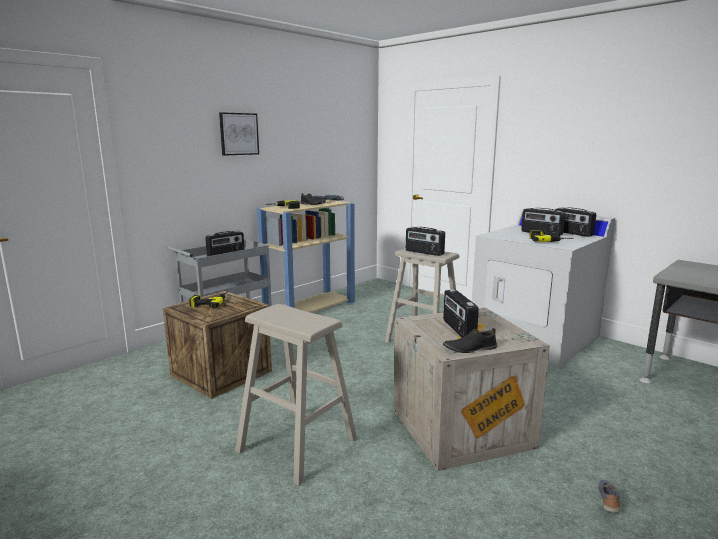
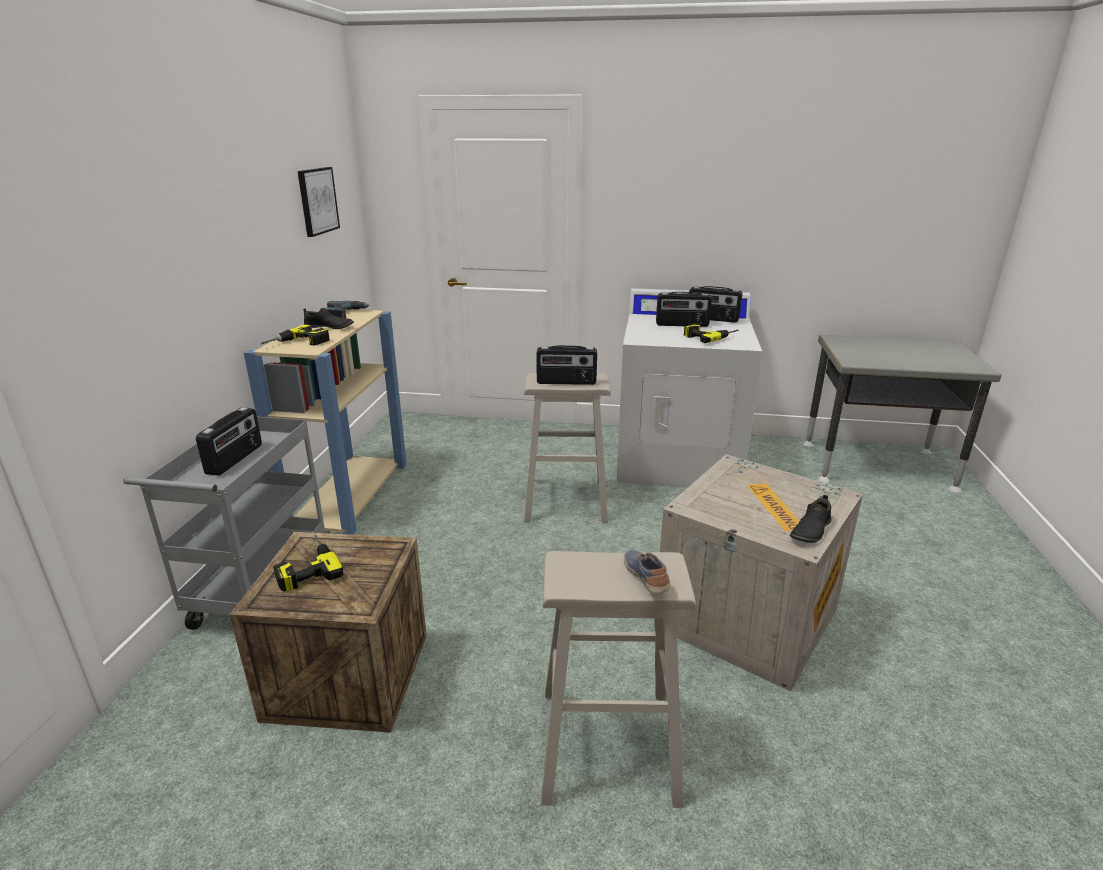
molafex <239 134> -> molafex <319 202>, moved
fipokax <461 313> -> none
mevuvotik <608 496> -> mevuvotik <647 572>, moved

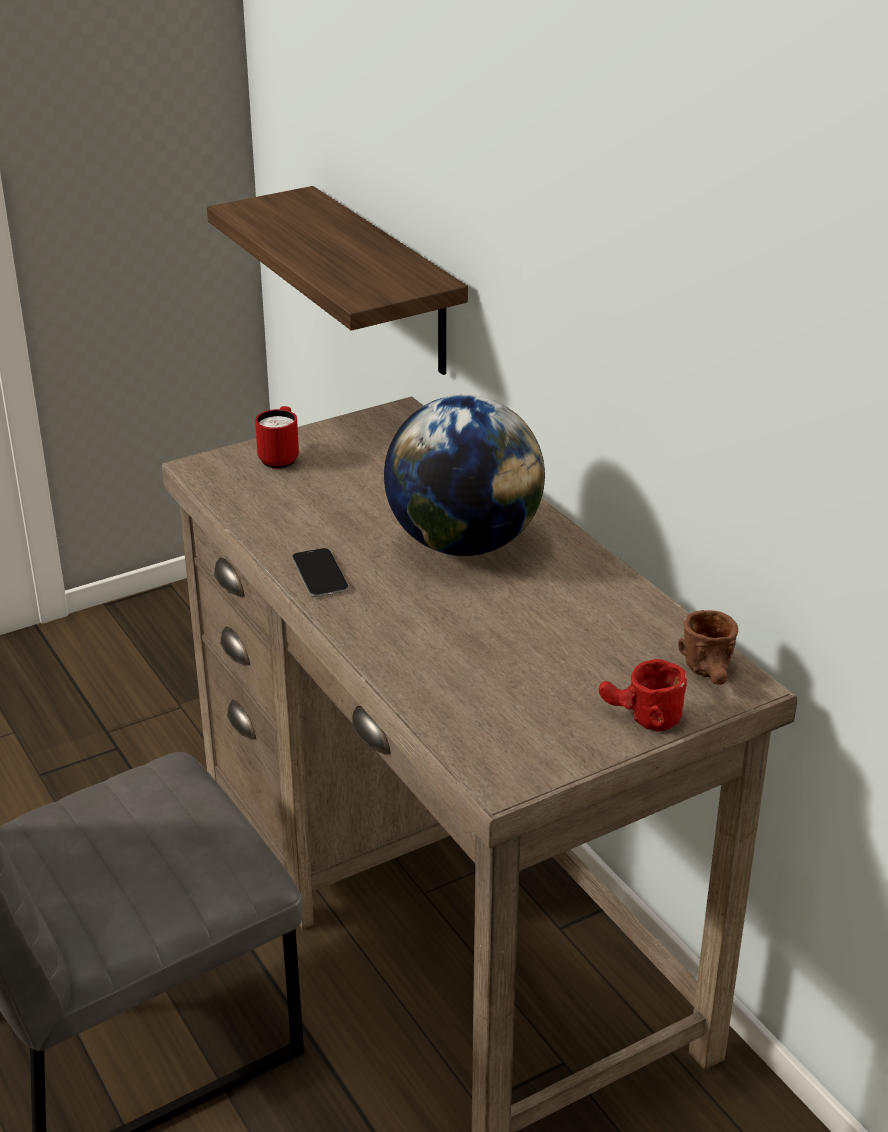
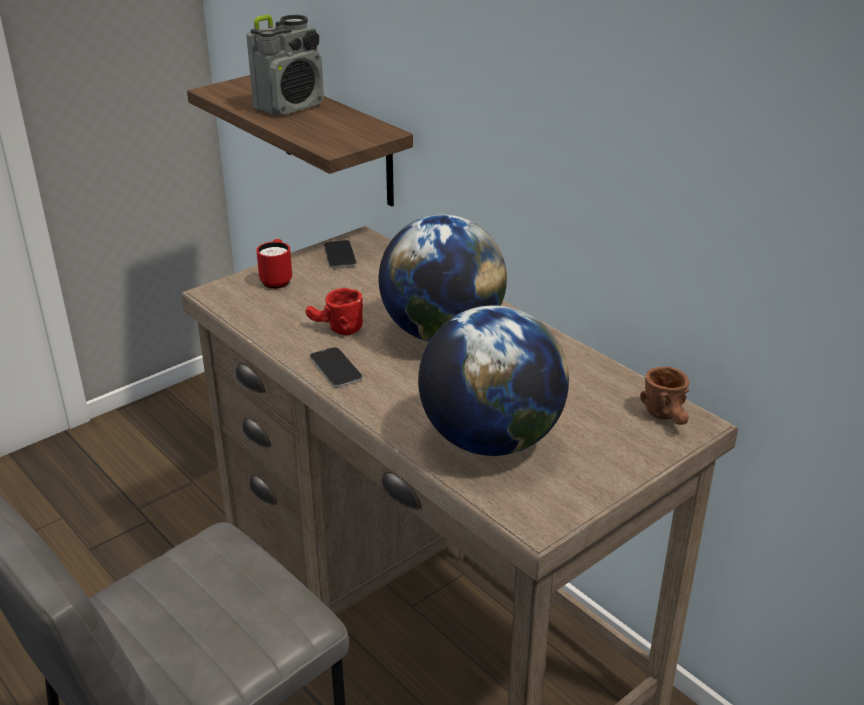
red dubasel <643 695> -> red dubasel <334 311>, moved
none -> fipokax <285 65>
none -> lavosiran <340 254>
none -> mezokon <493 380>

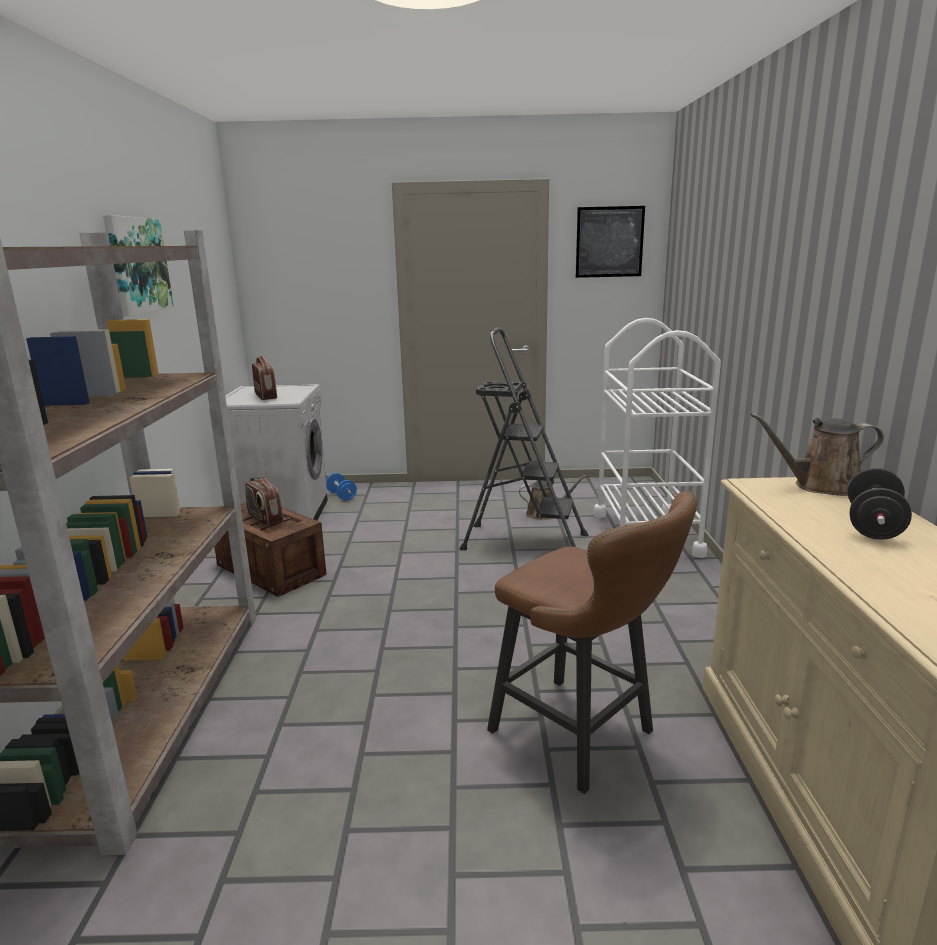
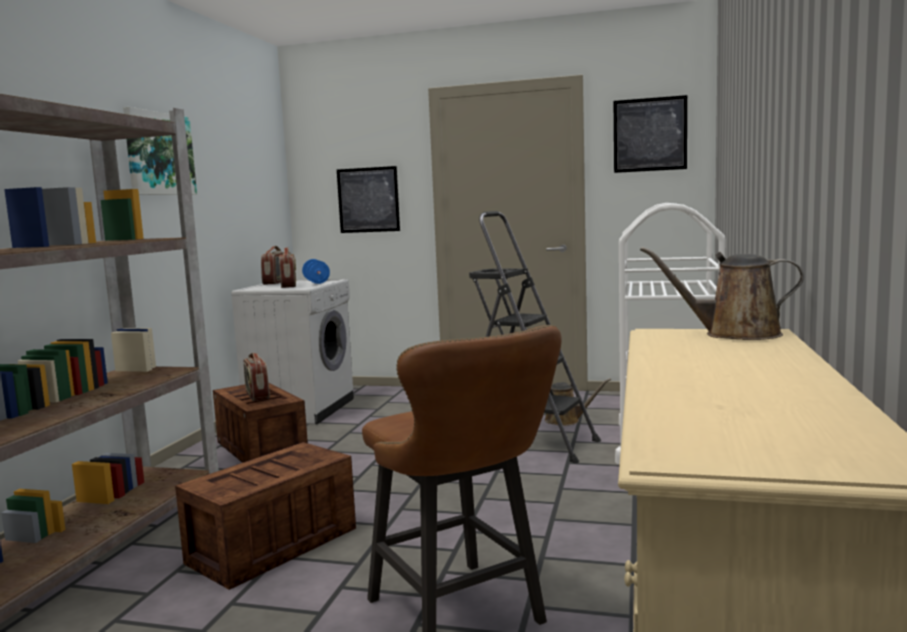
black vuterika <880 504> -> none
blue vuterika <341 487> -> blue vuterika <316 271>, moved
none -> molafex <368 199>
none -> fipokax <272 265>
none -> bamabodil <265 516>

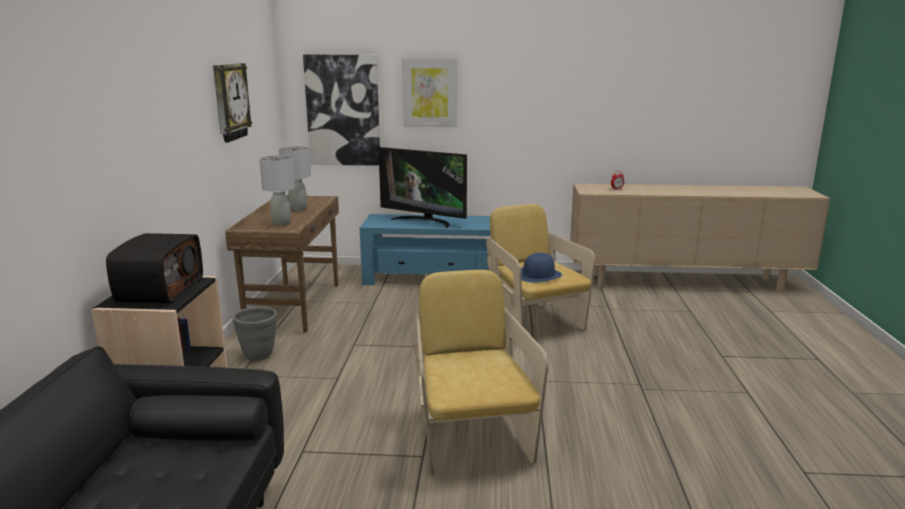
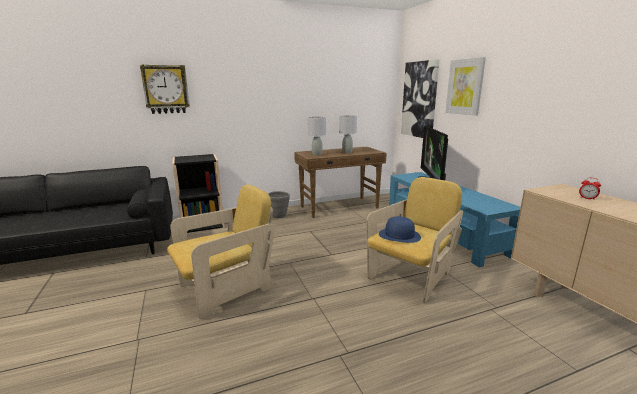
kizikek <232 103> -> kizikek <165 89>, moved
fipokax <154 268> -> none

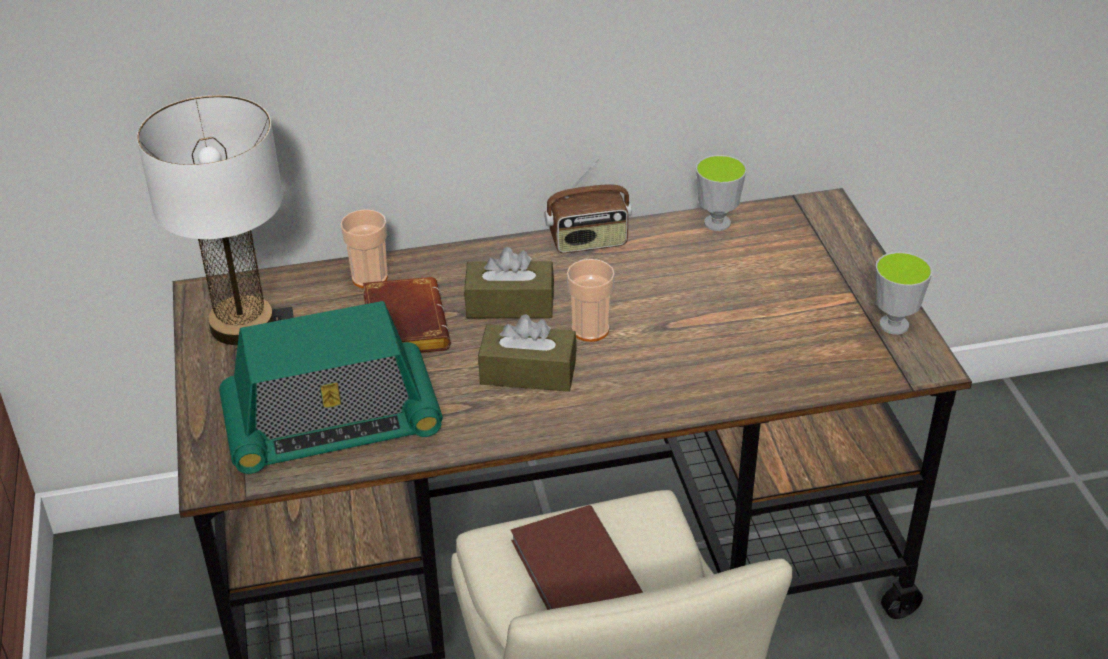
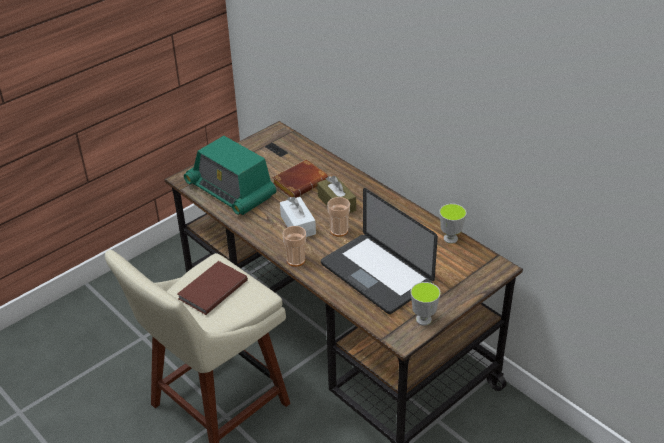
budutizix <210 220> -> none
fipokax <588 206> -> none
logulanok <364 248> -> logulanok <294 246>, moved
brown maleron <527 353> -> white maleron <298 217>
none -> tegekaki <379 251>

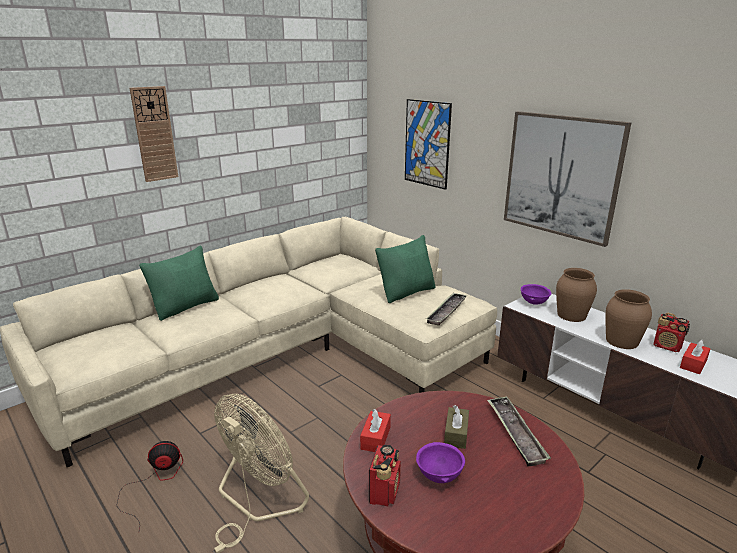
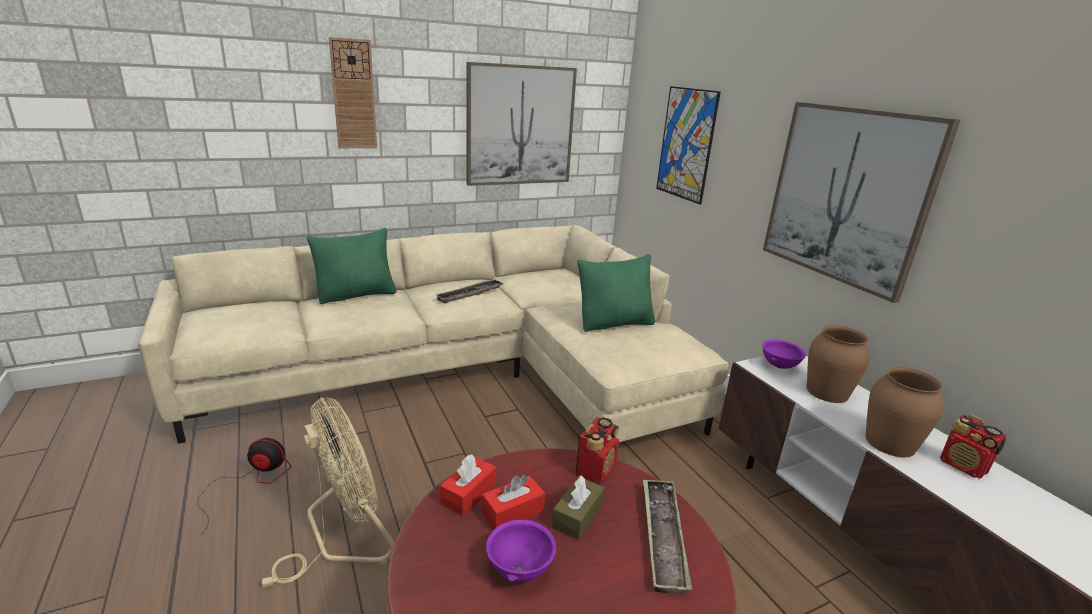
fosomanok <446 309> -> fosomanok <469 291>, moved
red maleron <695 357> -> red maleron <513 502>, moved
fipokax <385 475> -> fipokax <597 450>, moved
none -> molafex <521 124>

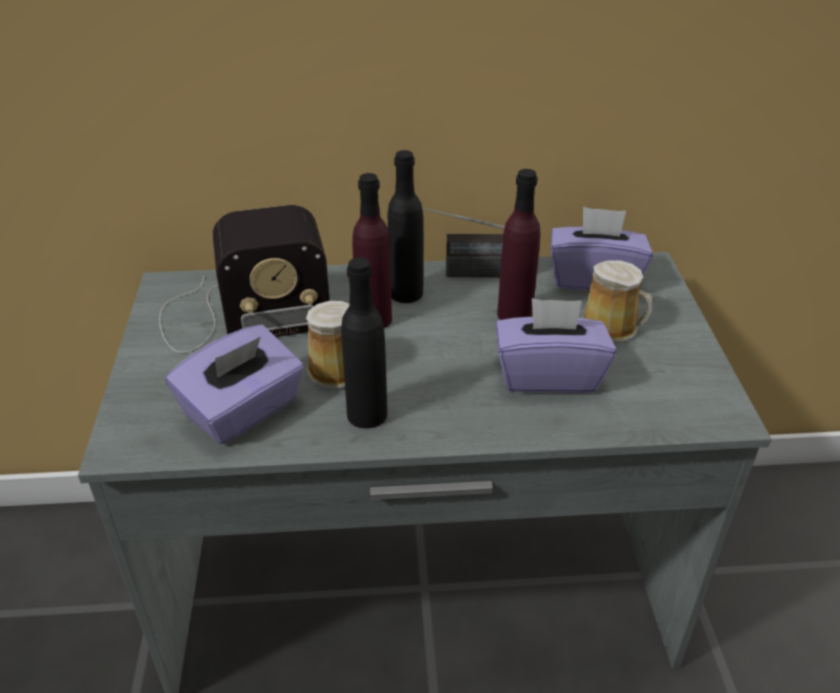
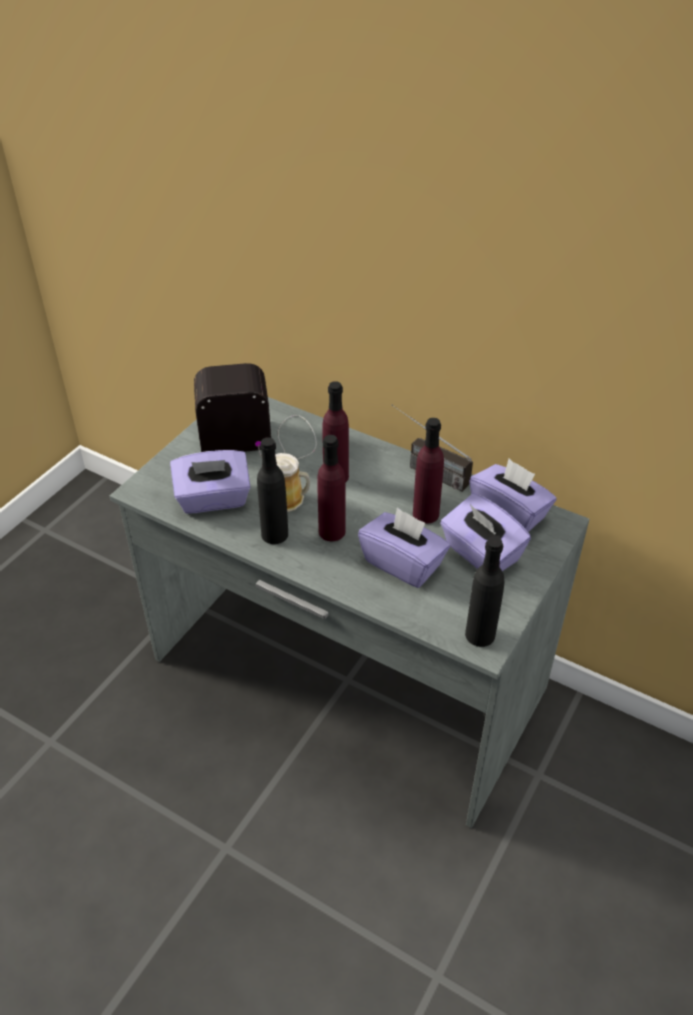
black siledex <405 226> -> black siledex <485 592>, moved
fipokax <244 279> -> fipokax <255 411>, 150 degrees clockwise
dubasel <617 301> -> purple maleron <485 532>
none -> purple siledex <331 488>

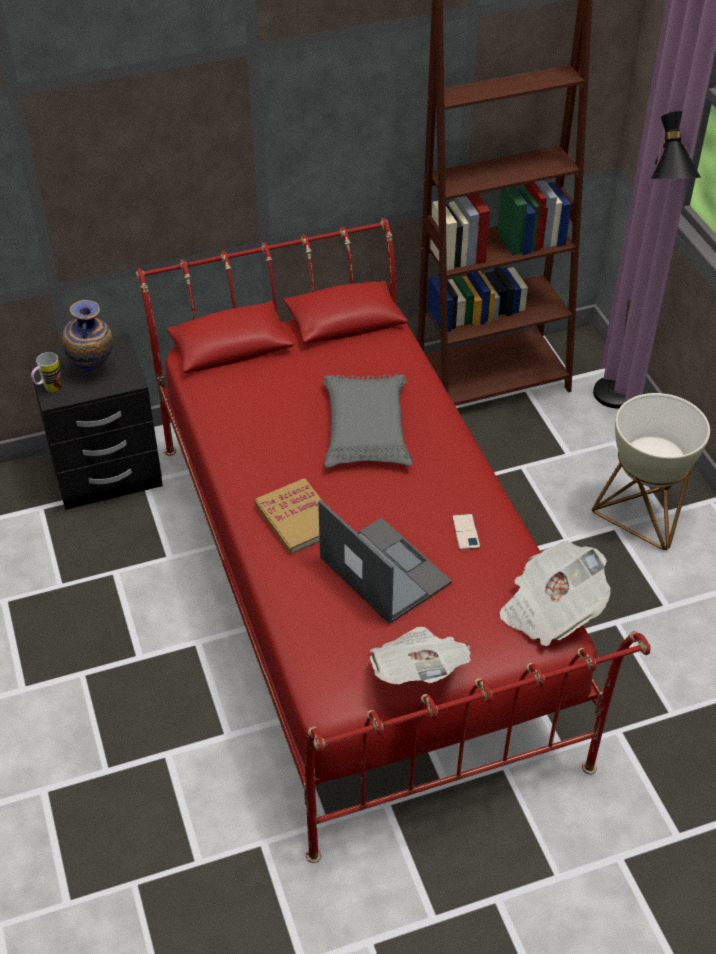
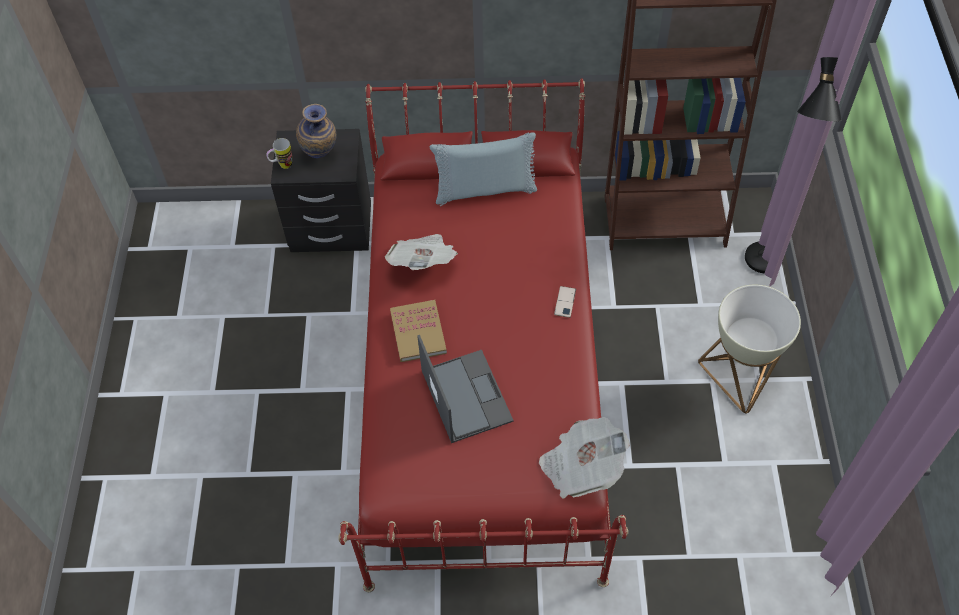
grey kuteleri <368 421> -> none
lavosiran <466 532> -> lavosiran <565 302>, moved
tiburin <420 655> -> tiburin <421 252>, moved
none -> blue kuteleri <483 169>

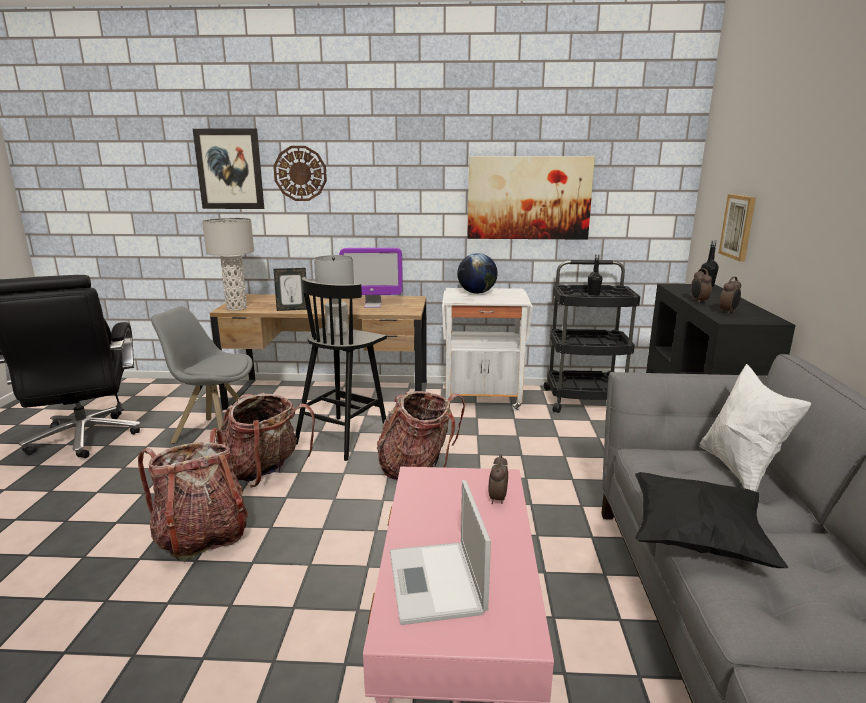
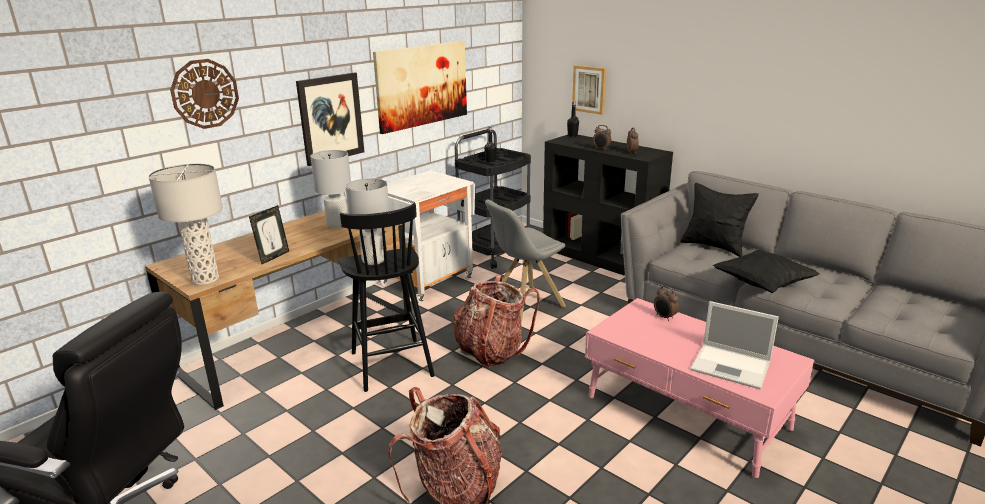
molafex <228 169> -> molafex <330 119>, moved
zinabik <371 278> -> grey budutizix <330 189>
mezokon <477 273> -> none
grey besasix <202 375> -> grey besasix <525 260>, moved
white kuteleri <755 428> -> black kuteleri <719 220>
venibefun <265 440> -> none

